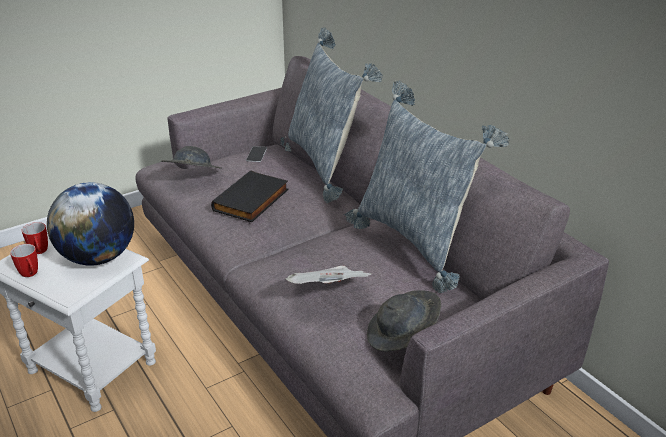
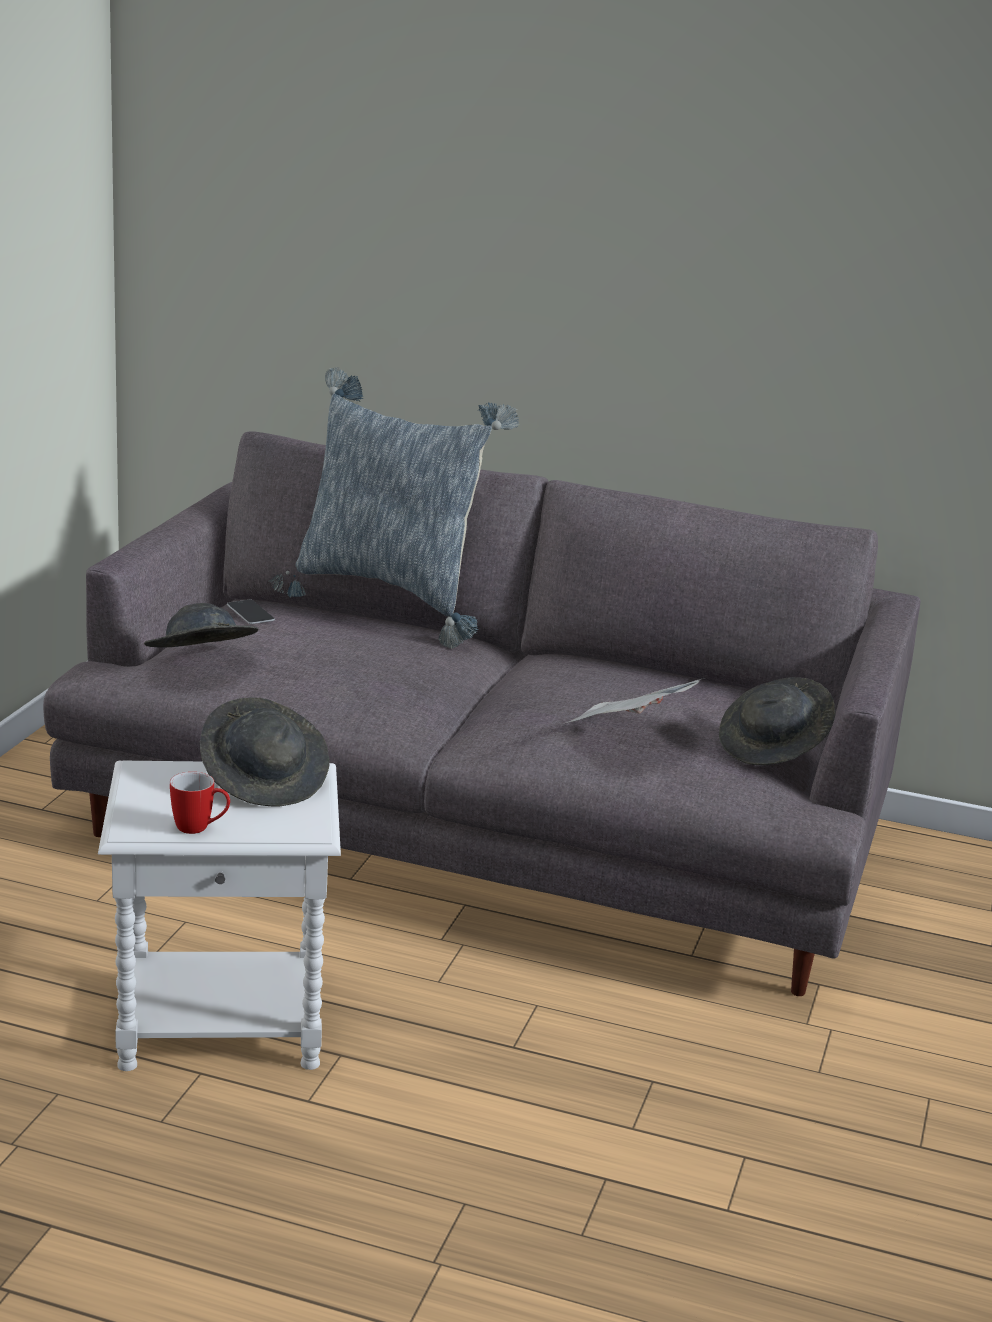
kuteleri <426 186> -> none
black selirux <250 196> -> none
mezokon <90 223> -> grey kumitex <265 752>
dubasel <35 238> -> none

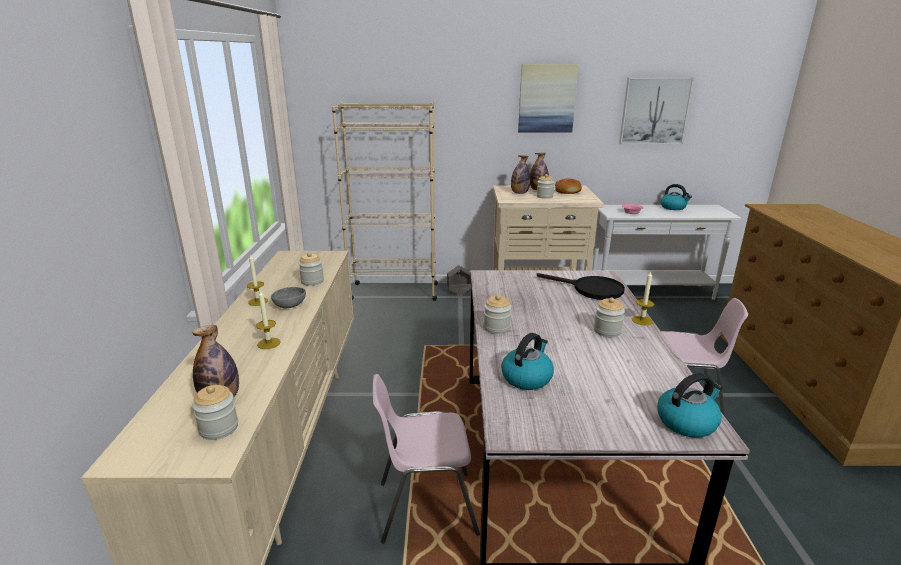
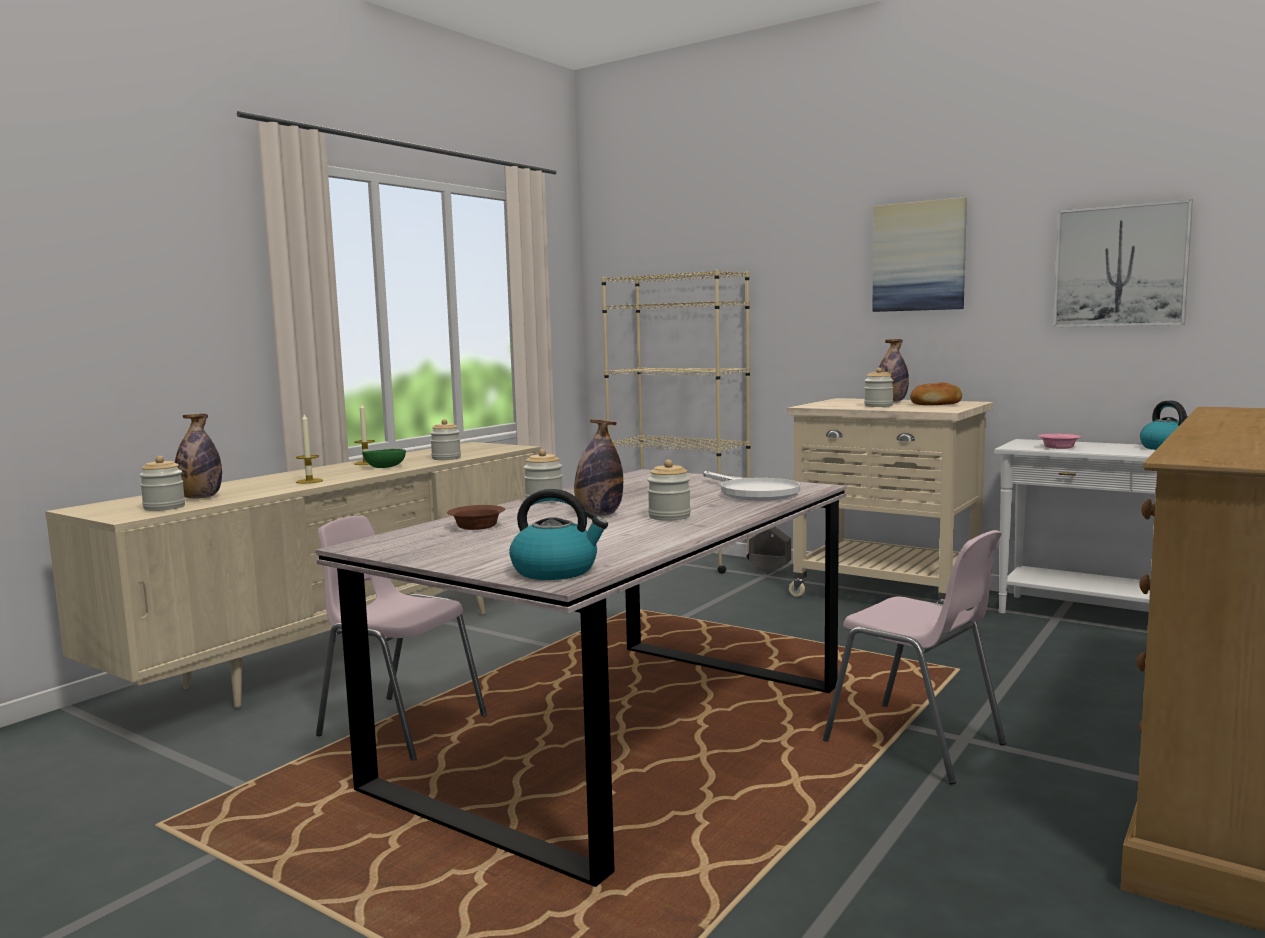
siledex <521 174> -> siledex <598 467>, moved
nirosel <643 297> -> none
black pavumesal <581 286> -> white pavumesal <752 486>
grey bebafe <288 297> -> green bebafe <384 458>
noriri <527 361> -> brown bebafe <476 517>

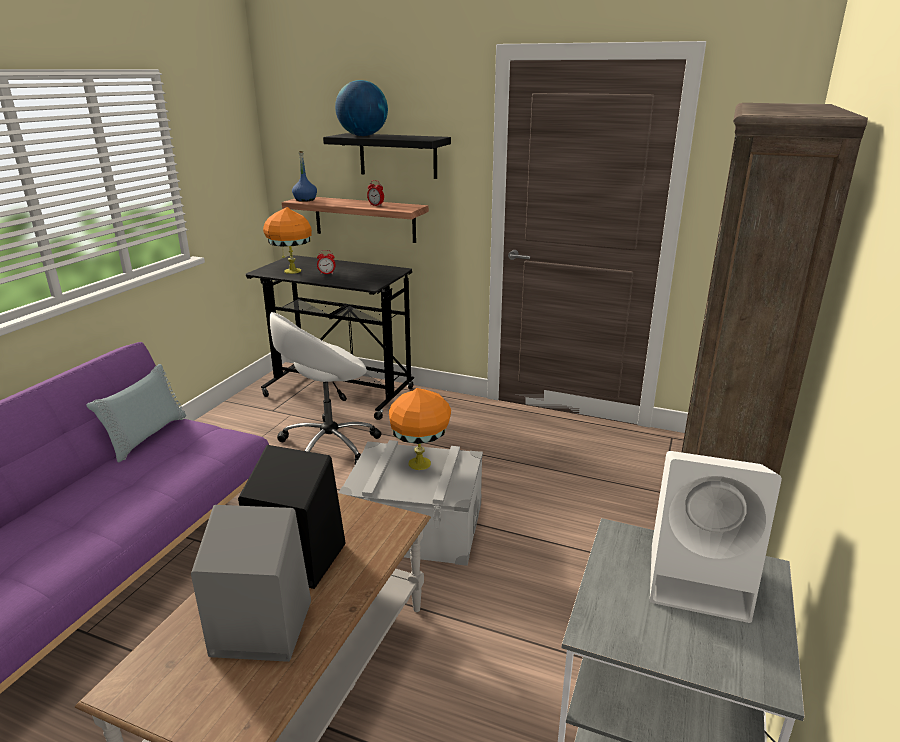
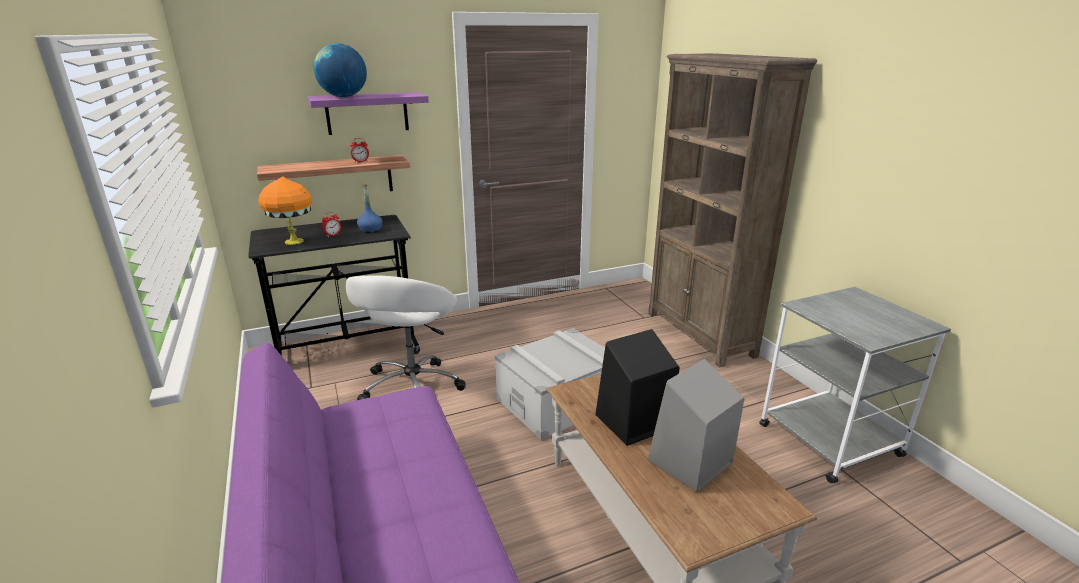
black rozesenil <387 156> -> purple rozesenil <368 113>
blue siledex <304 176> -> blue siledex <369 208>, moved
blue kuteleri <136 413> -> none
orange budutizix <420 429> -> none
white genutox <716 537> -> none

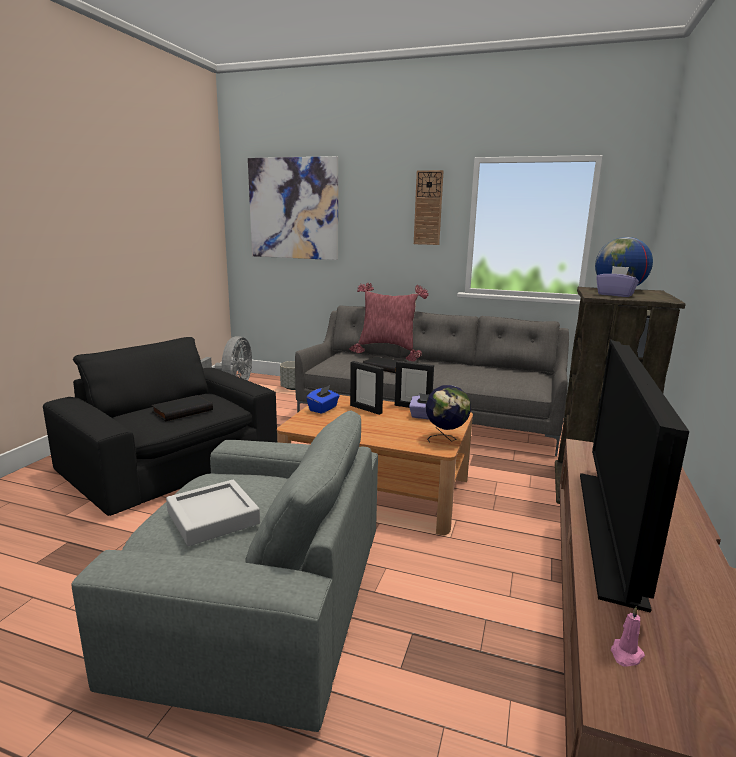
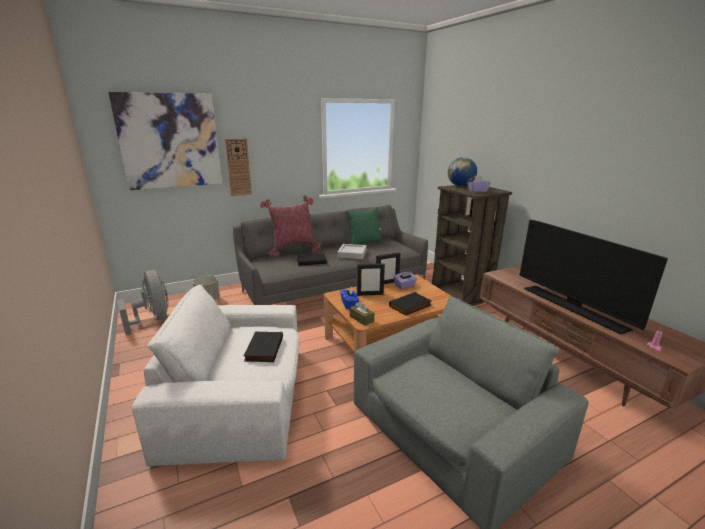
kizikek <429 207> -> kizikek <238 167>, moved
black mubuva <160 426> -> white mubuva <216 375>
mezokon <448 413> -> none
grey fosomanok <213 513> -> grey fosomanok <352 251>, moved
none -> green kuteleri <364 226>
none -> black selirux <410 304>
none -> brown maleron <362 313>

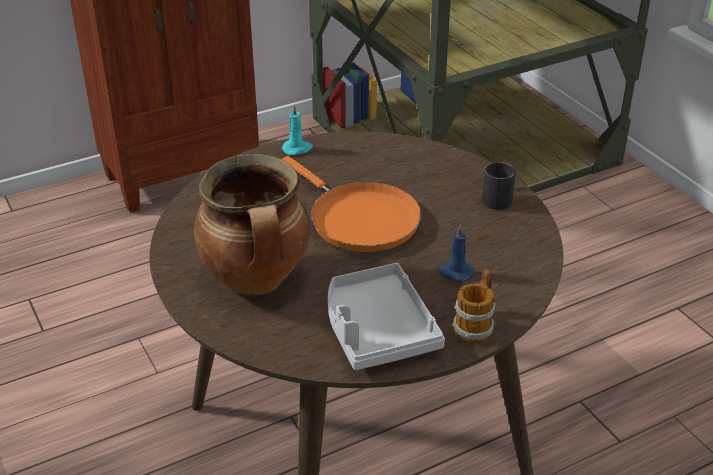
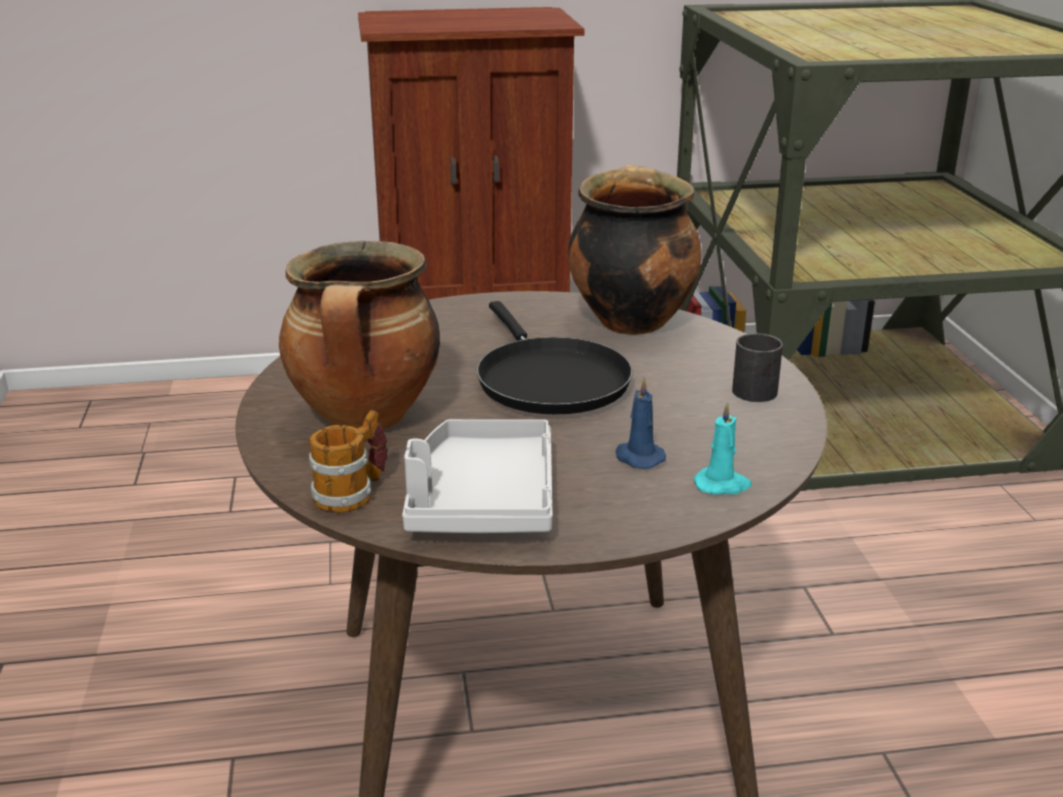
turquoise nirosel <297 130> -> turquoise nirosel <723 448>, moved
orange pavumesal <352 204> -> black pavumesal <555 358>
dubasel <474 306> -> dubasel <348 461>, moved
none -> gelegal <635 250>

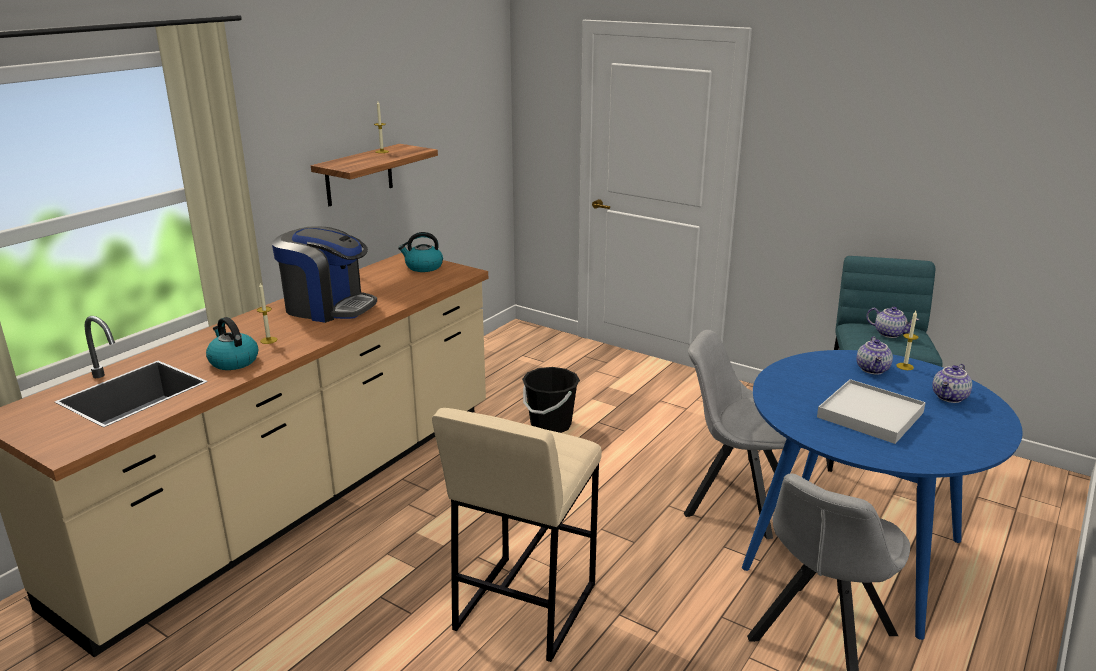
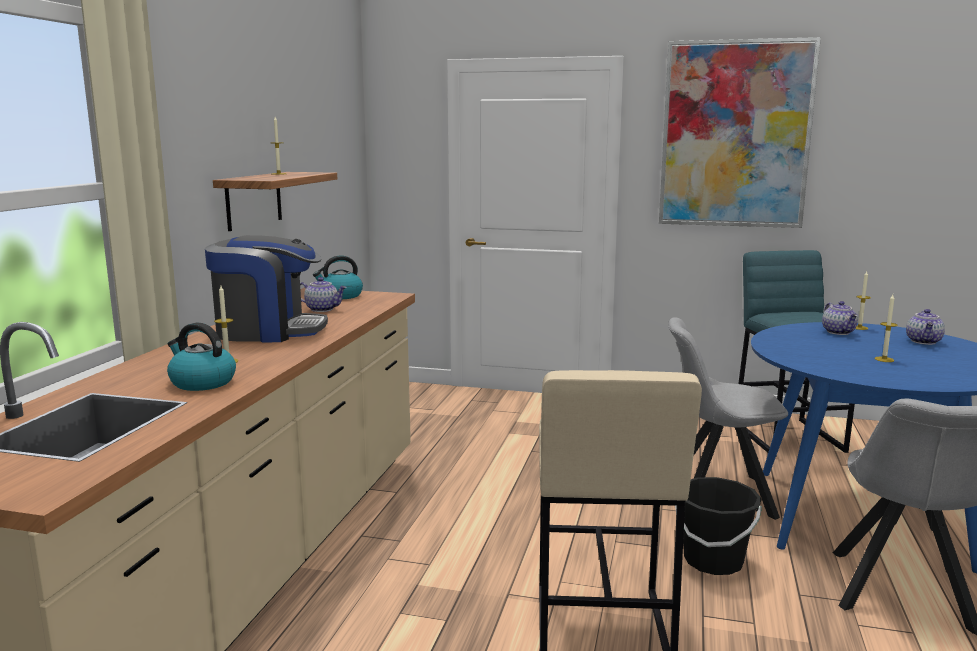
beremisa <892 322> -> beremisa <323 294>, moved
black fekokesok <551 400> -> black fekokesok <718 526>, moved
white fosomanok <871 411> -> nirosel <885 328>
none -> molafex <740 132>

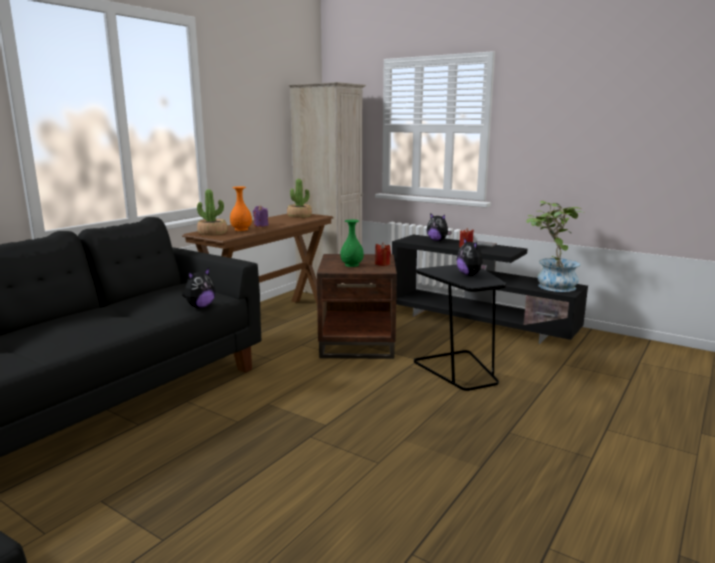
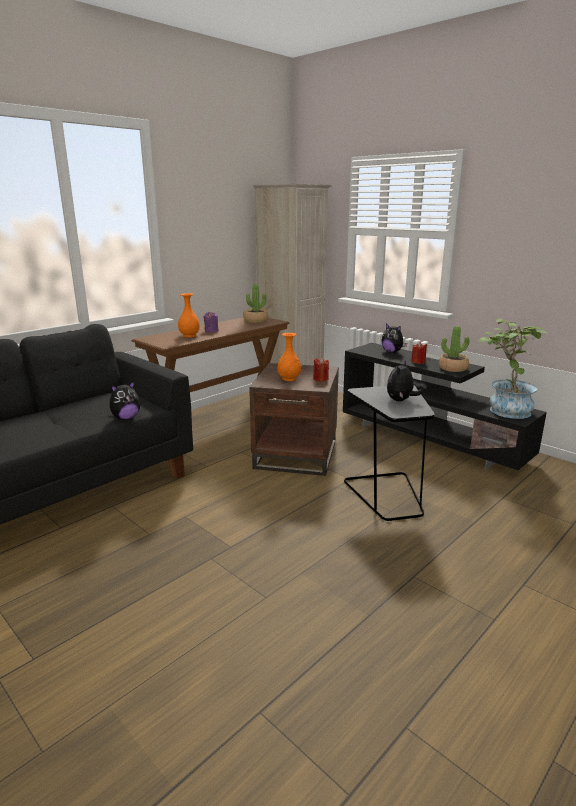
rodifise <212 212> -> rodifise <454 349>, moved
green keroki <352 243> -> orange keroki <289 357>
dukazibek <471 257> -> dukazibek <405 381>, 45 degrees clockwise

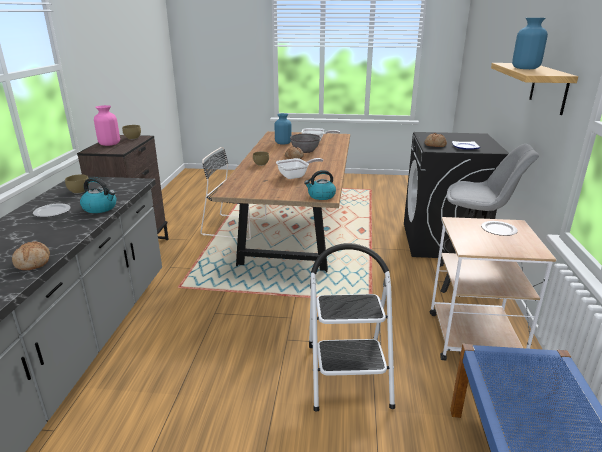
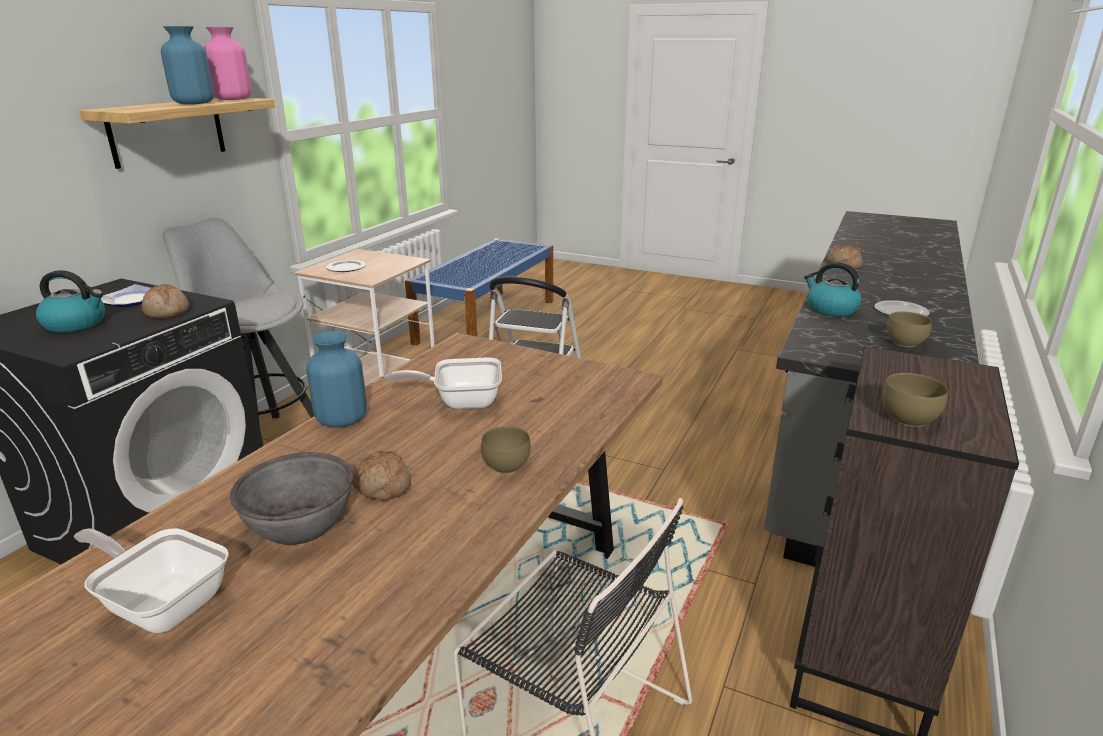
pink keroki <107 125> -> pink keroki <227 63>, moved
blue keroki <283 129> -> blue keroki <336 379>, moved
noriri <320 185> -> noriri <70 301>, moved

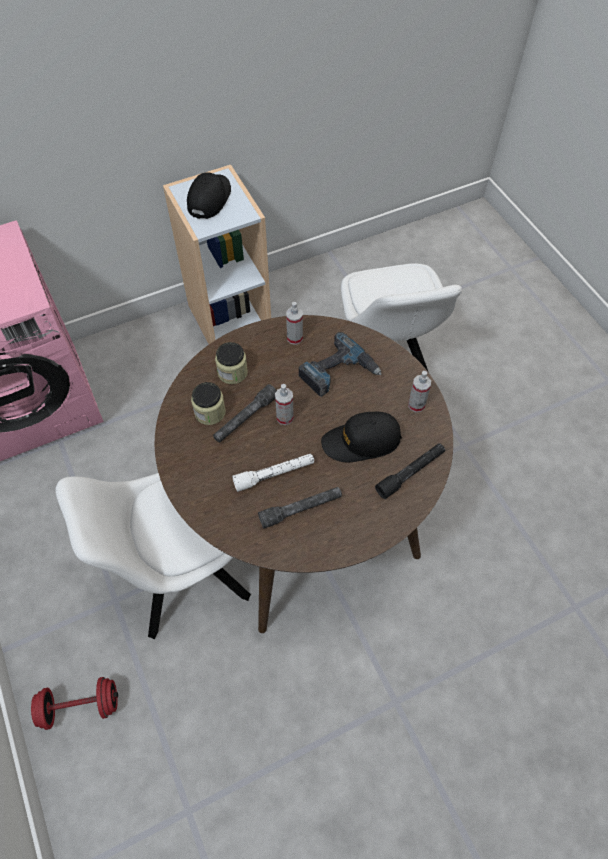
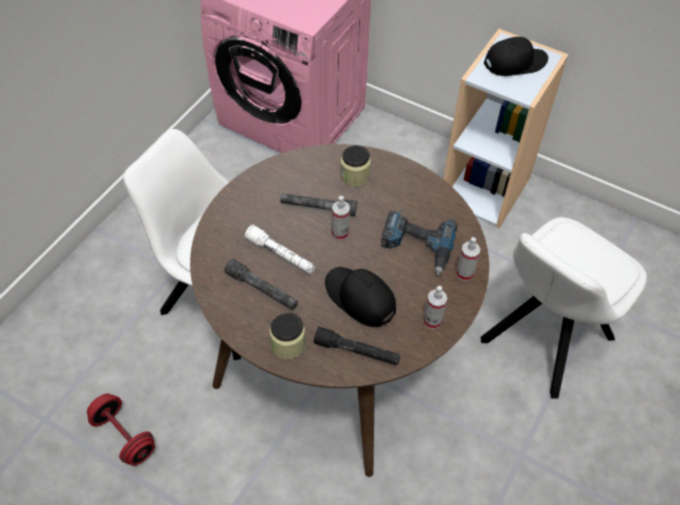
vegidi <294 323> -> vegidi <468 259>, moved
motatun <208 403> -> motatun <287 336>, moved
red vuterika <74 703> -> red vuterika <121 430>, moved

